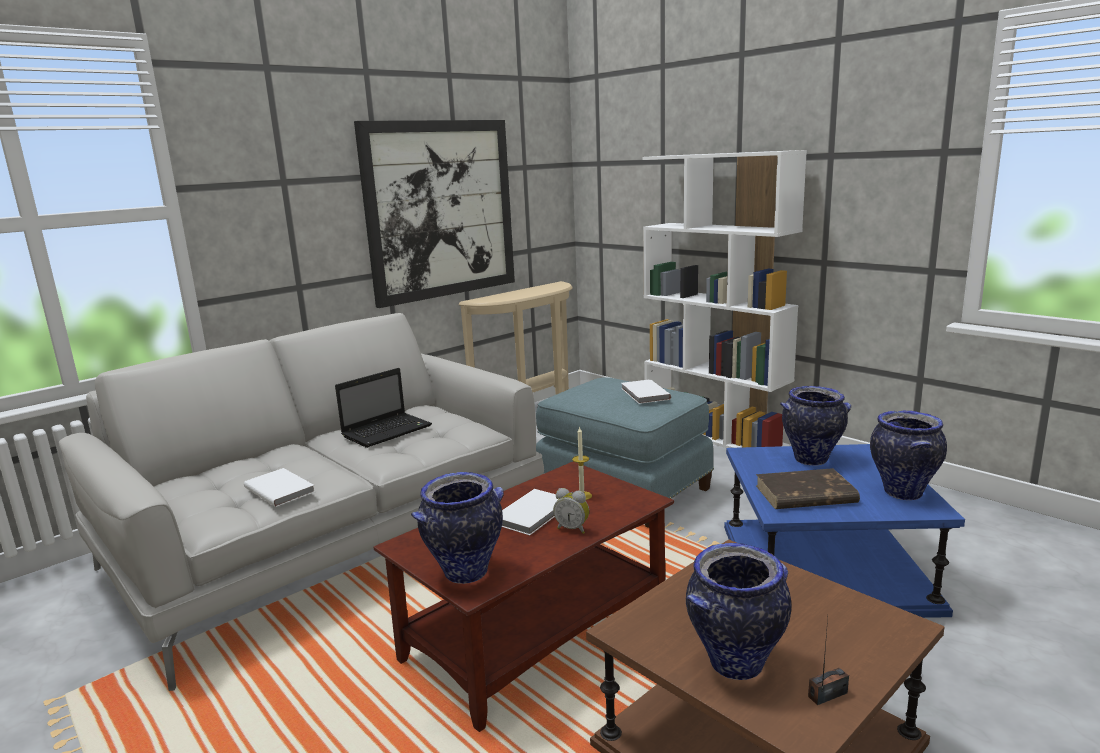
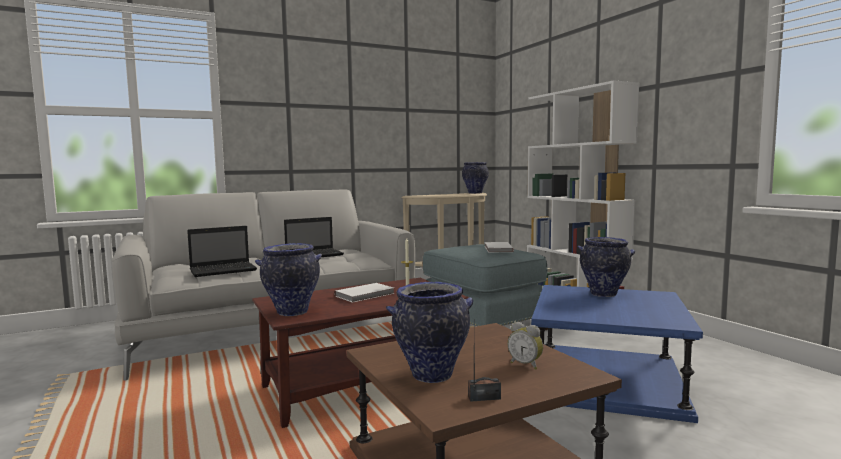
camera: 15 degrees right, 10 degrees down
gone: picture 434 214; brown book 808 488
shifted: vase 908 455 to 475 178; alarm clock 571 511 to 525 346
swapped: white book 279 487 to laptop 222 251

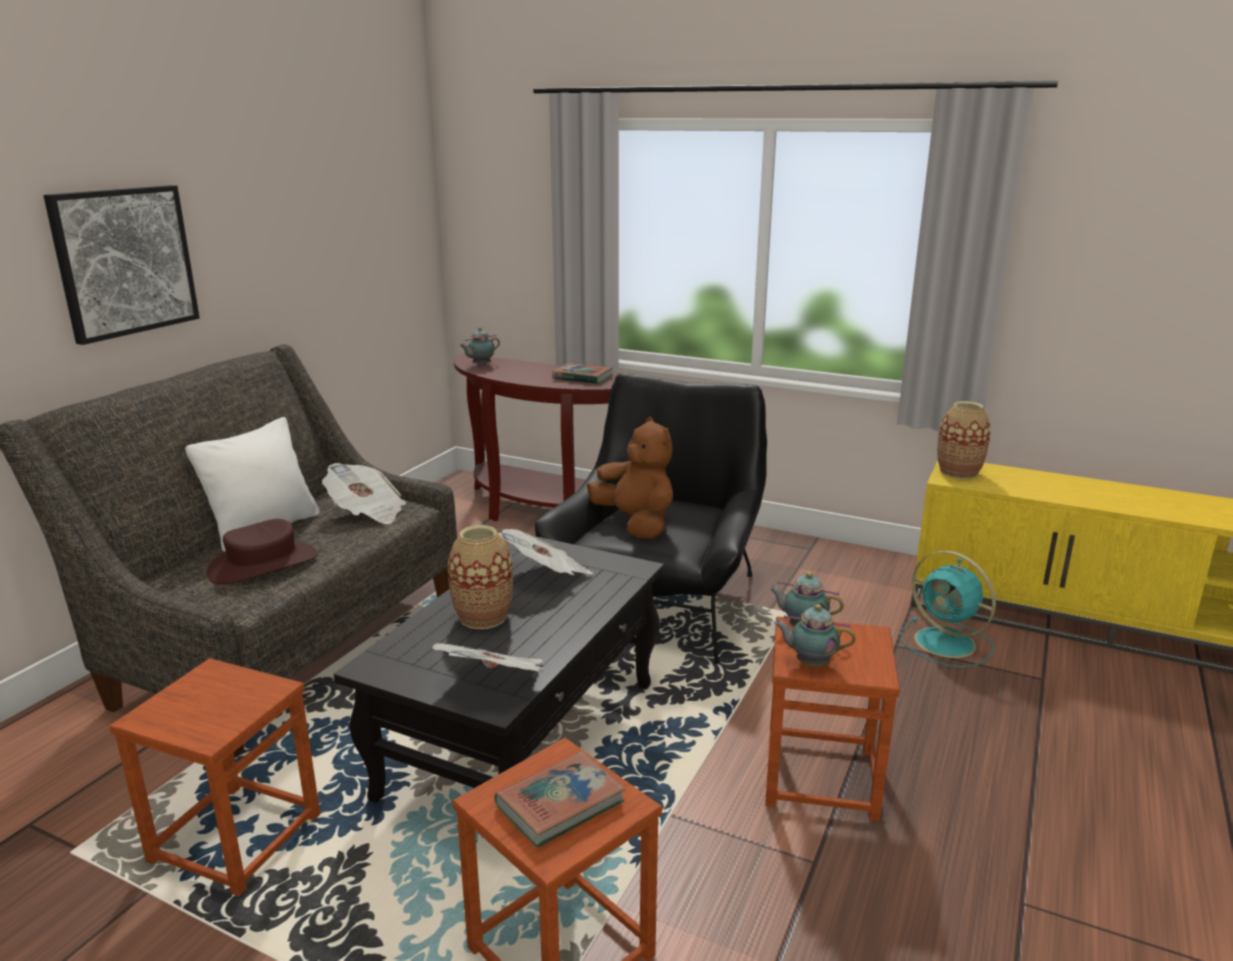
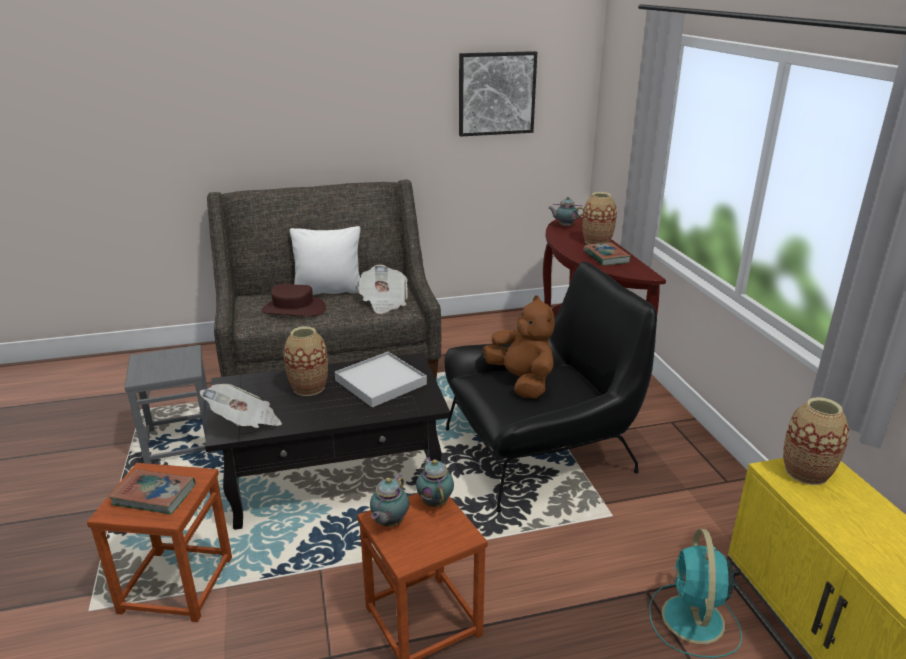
camera: 50 degrees right, 5 degrees up
new: vase 599 218
shifted: picture 121 265 to 498 94
swapped: newspaper 545 552 to white tray 381 380
repainted: brown stool 215 777 to grey stool 170 404
rotated: teapot 815 635 = 389 501 135 degrees counterclockwise; brown plush toy 630 478 = 519 347 45 degrees counterclockwise

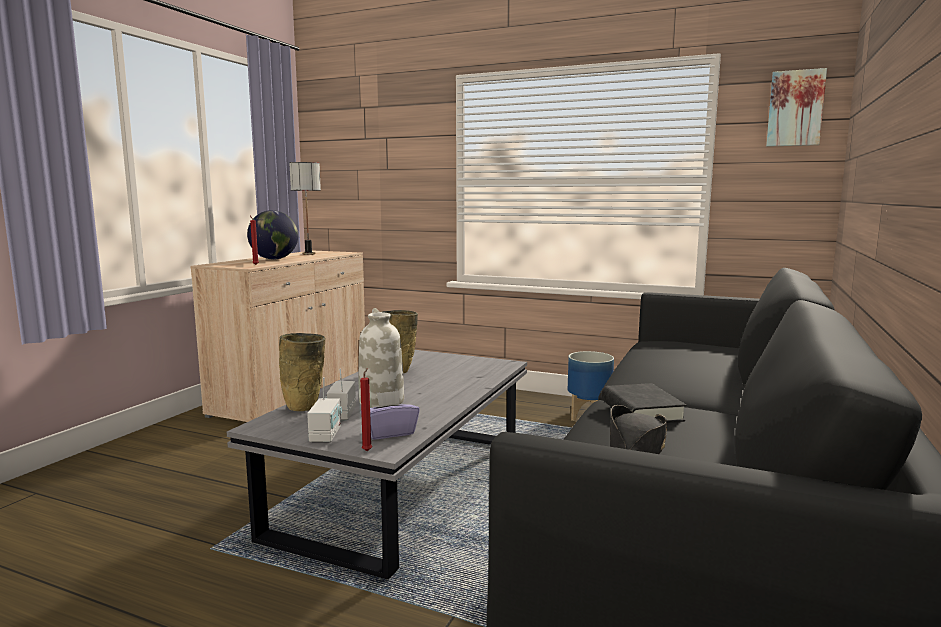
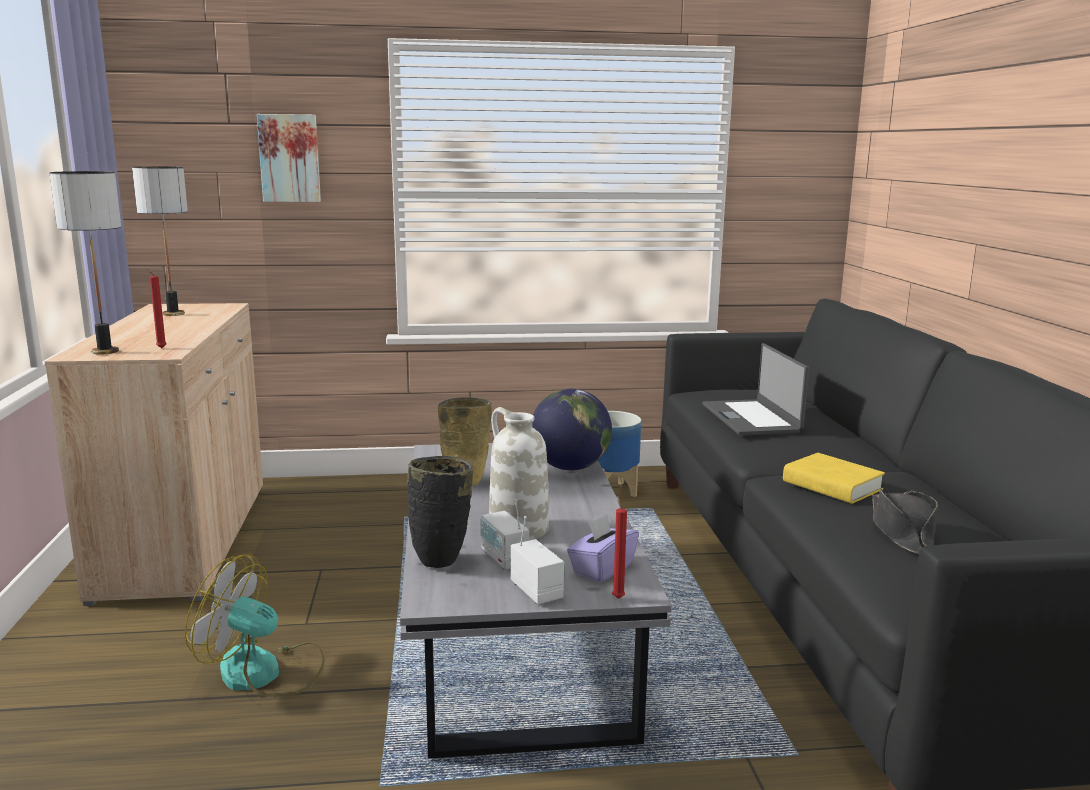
camera: 30 degrees left, 5 degrees up
new: table lamp 85 262; fan 255 625; laptop 756 389
shifted: picture 796 107 to 289 158; globe 272 234 to 572 429
repainted: beige vase 302 372 to black vase 441 512; black book 644 403 to yellow book 834 478

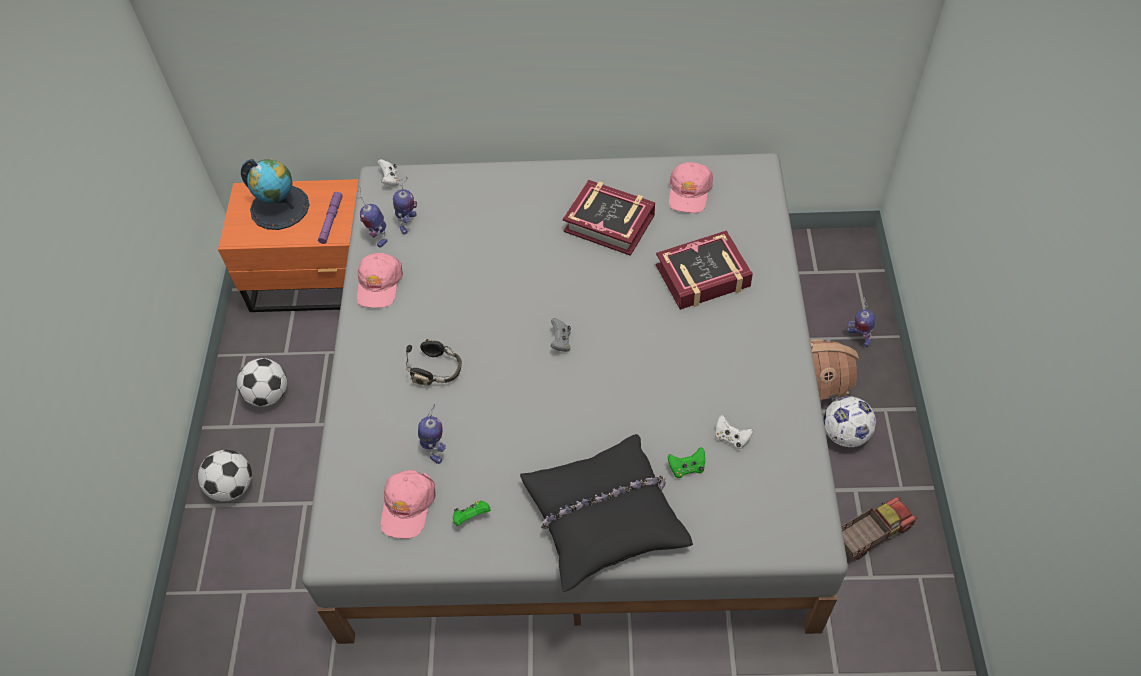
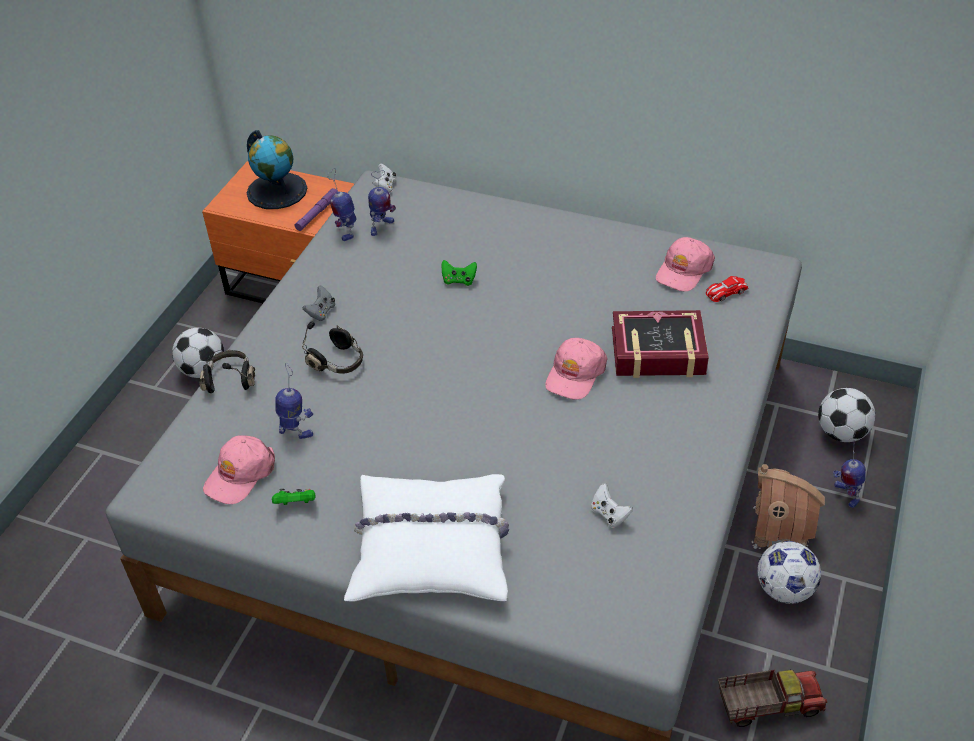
camera: 20 degrees right, 10 degrees down
gone: book 609 218
new: black headphones 227 371; toy car 727 289
shifted: grey game controller 560 335 to 319 303; green game controller 686 462 to 459 273; pink cap 380 280 to 576 369; football 225 475 to 847 415
repainted: black pillow 606 513 to white pillow 426 538
rotated: toy robot 432 434 = 294 401 75 degrees counterclockwise

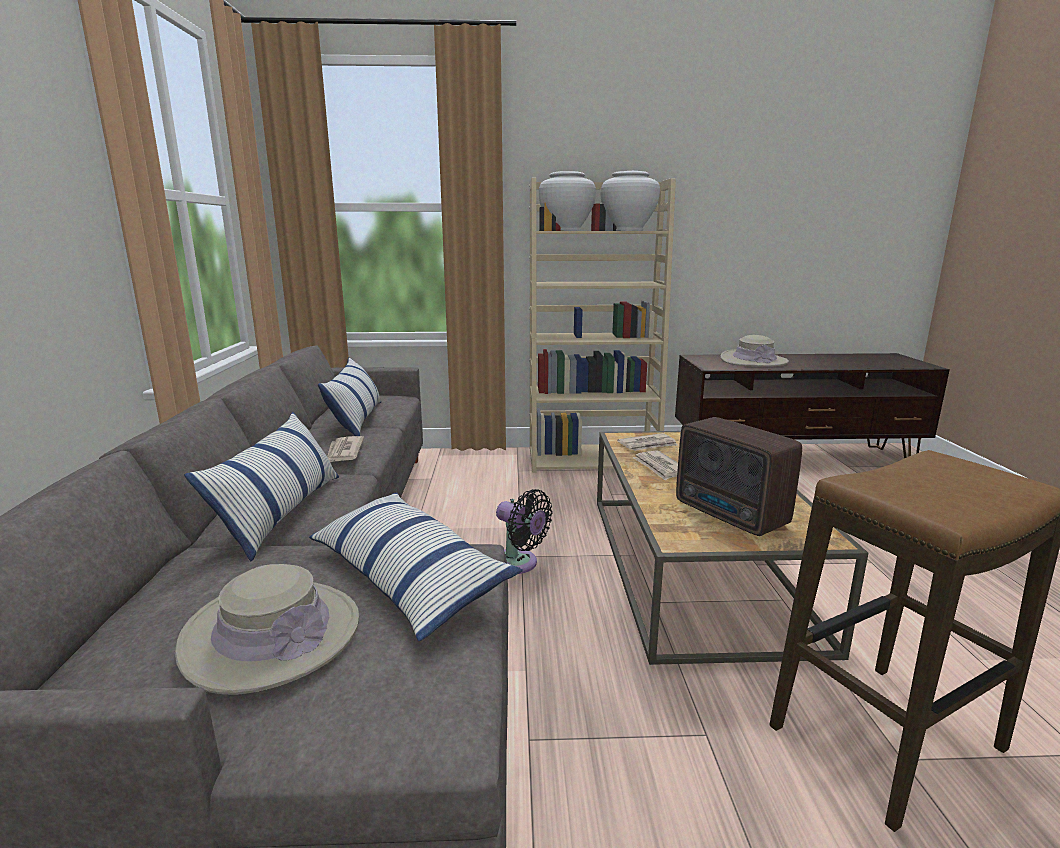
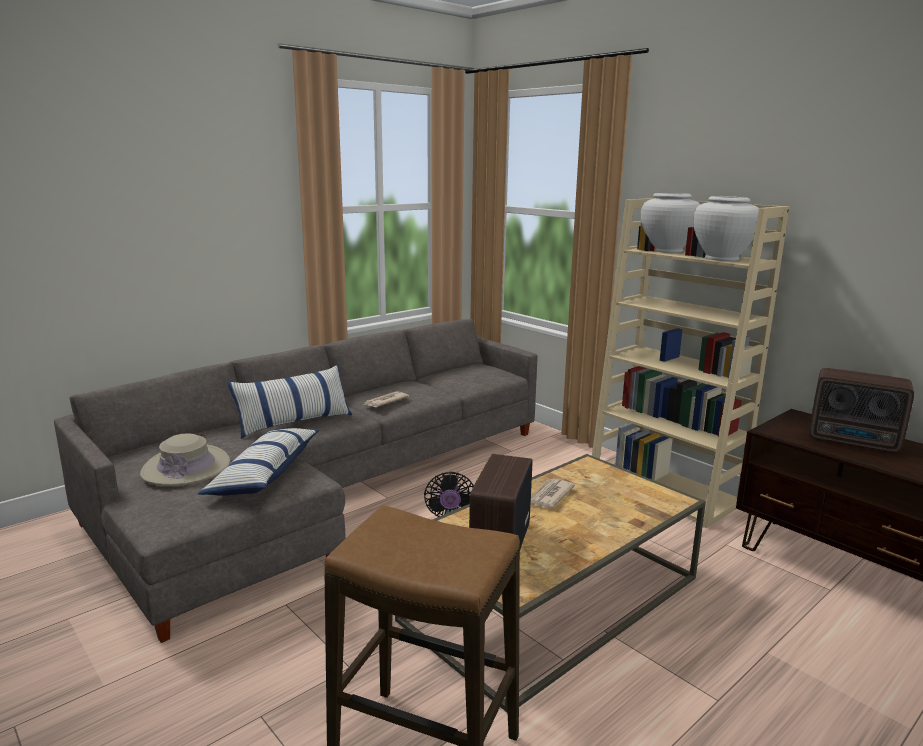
camera: 50 degrees right, 0 degrees up
gone: pillow 349 396; newspaper 647 442
swapped: beige hat 754 351 to radio 861 410

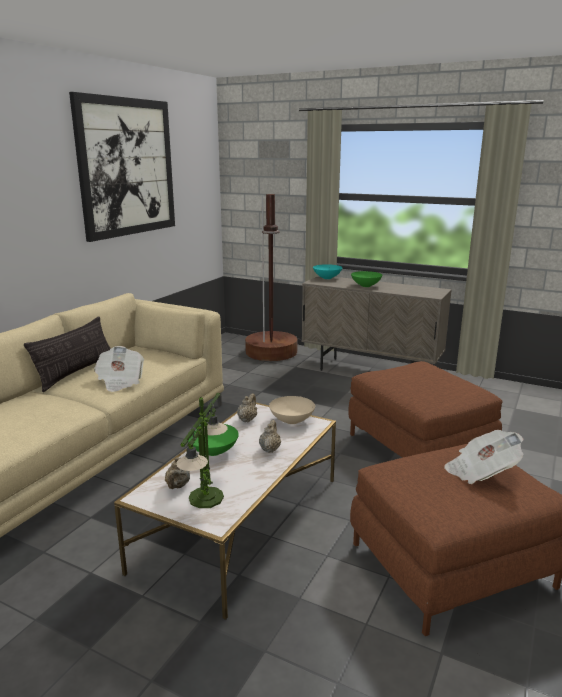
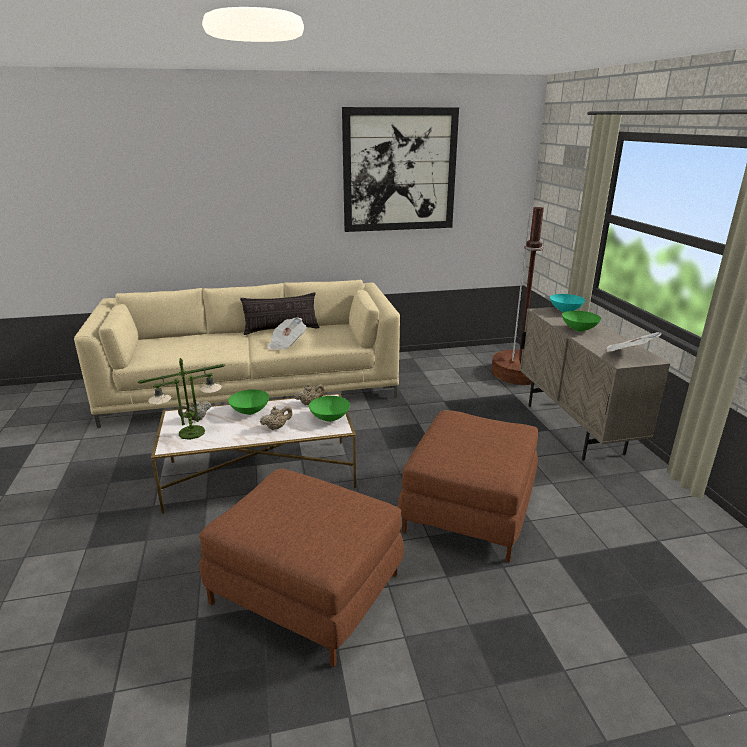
camera: 50 degrees right, 5 degrees up
shifted: newspaper 484 457 to 633 342
repainted: beige bowl 292 410 to green bowl 329 409

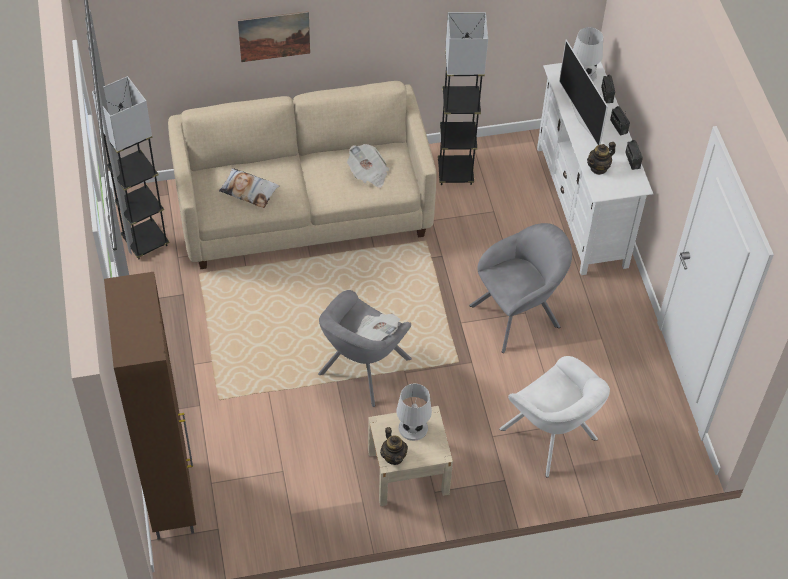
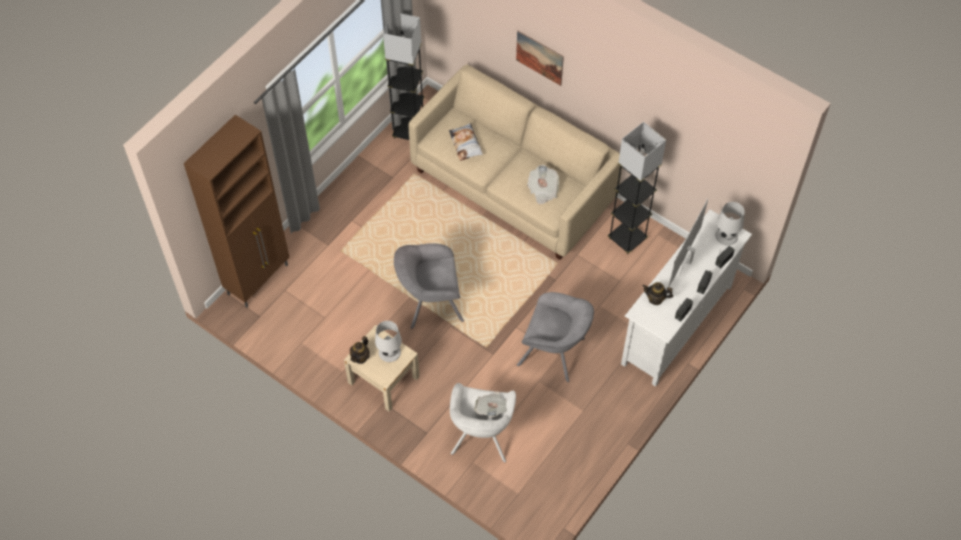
camera: 50 degrees right, 5 degrees up
shifted: newspaper 377 327 to 490 404

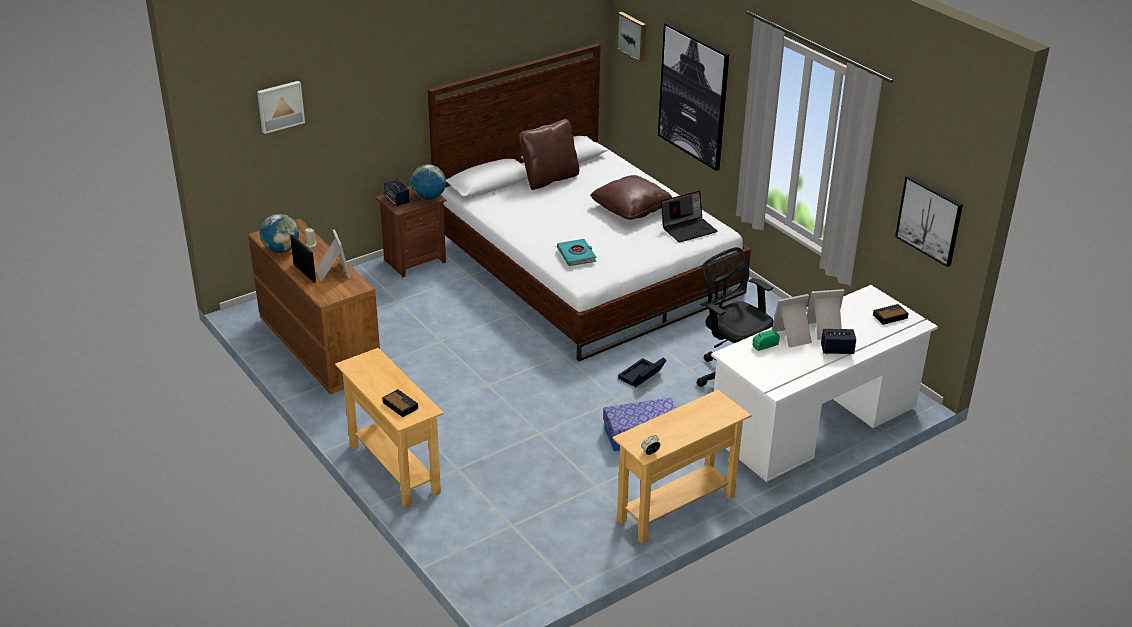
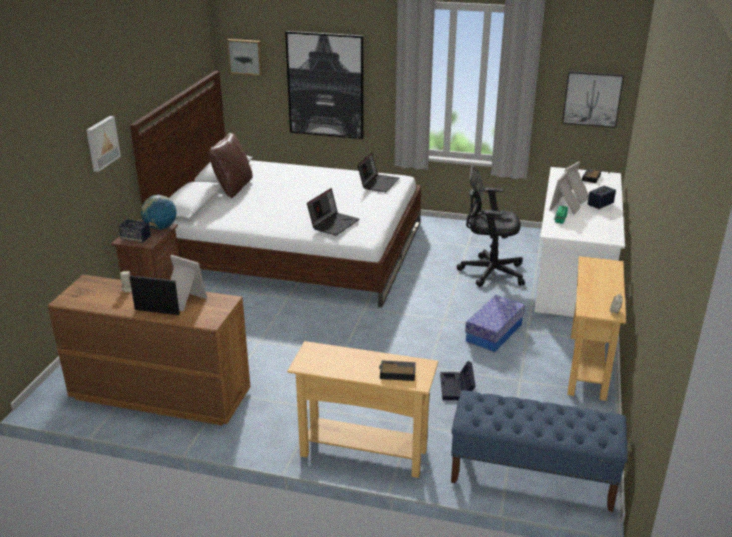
camera: 40 degrees left, 5 degrees down
gone: globe 279 233; brown pillow 631 197
new: blue bench 539 451
shifted: picture 281 107 to 103 144; black storage box 642 372 to 458 380
swapped: turquoise book 576 252 to laptop 333 212

